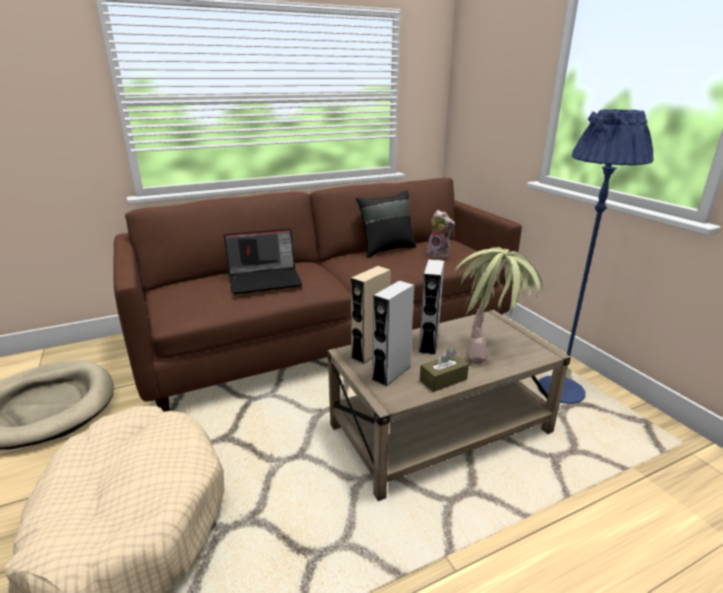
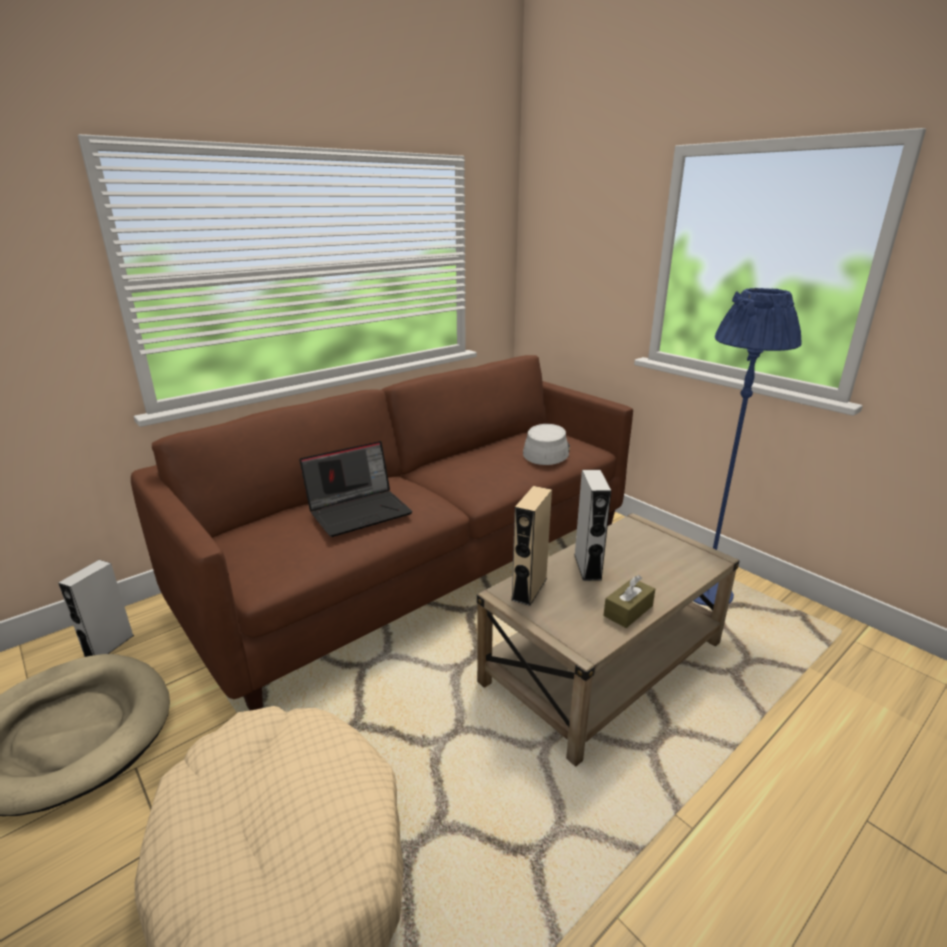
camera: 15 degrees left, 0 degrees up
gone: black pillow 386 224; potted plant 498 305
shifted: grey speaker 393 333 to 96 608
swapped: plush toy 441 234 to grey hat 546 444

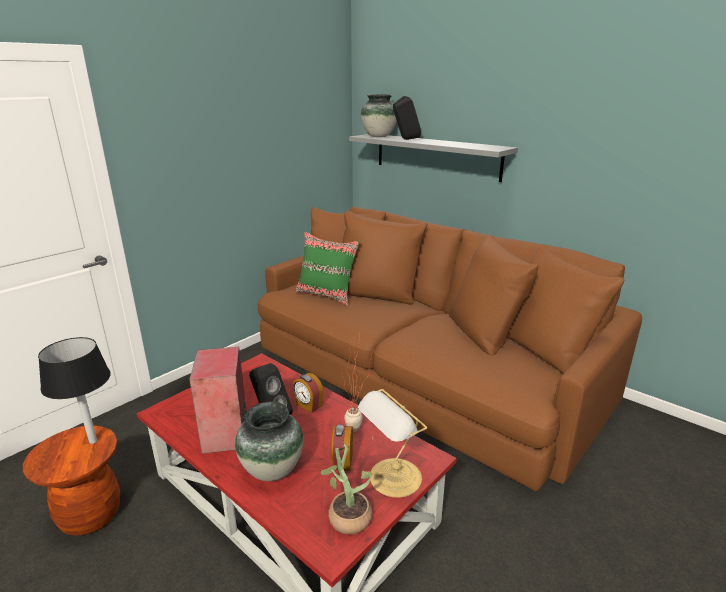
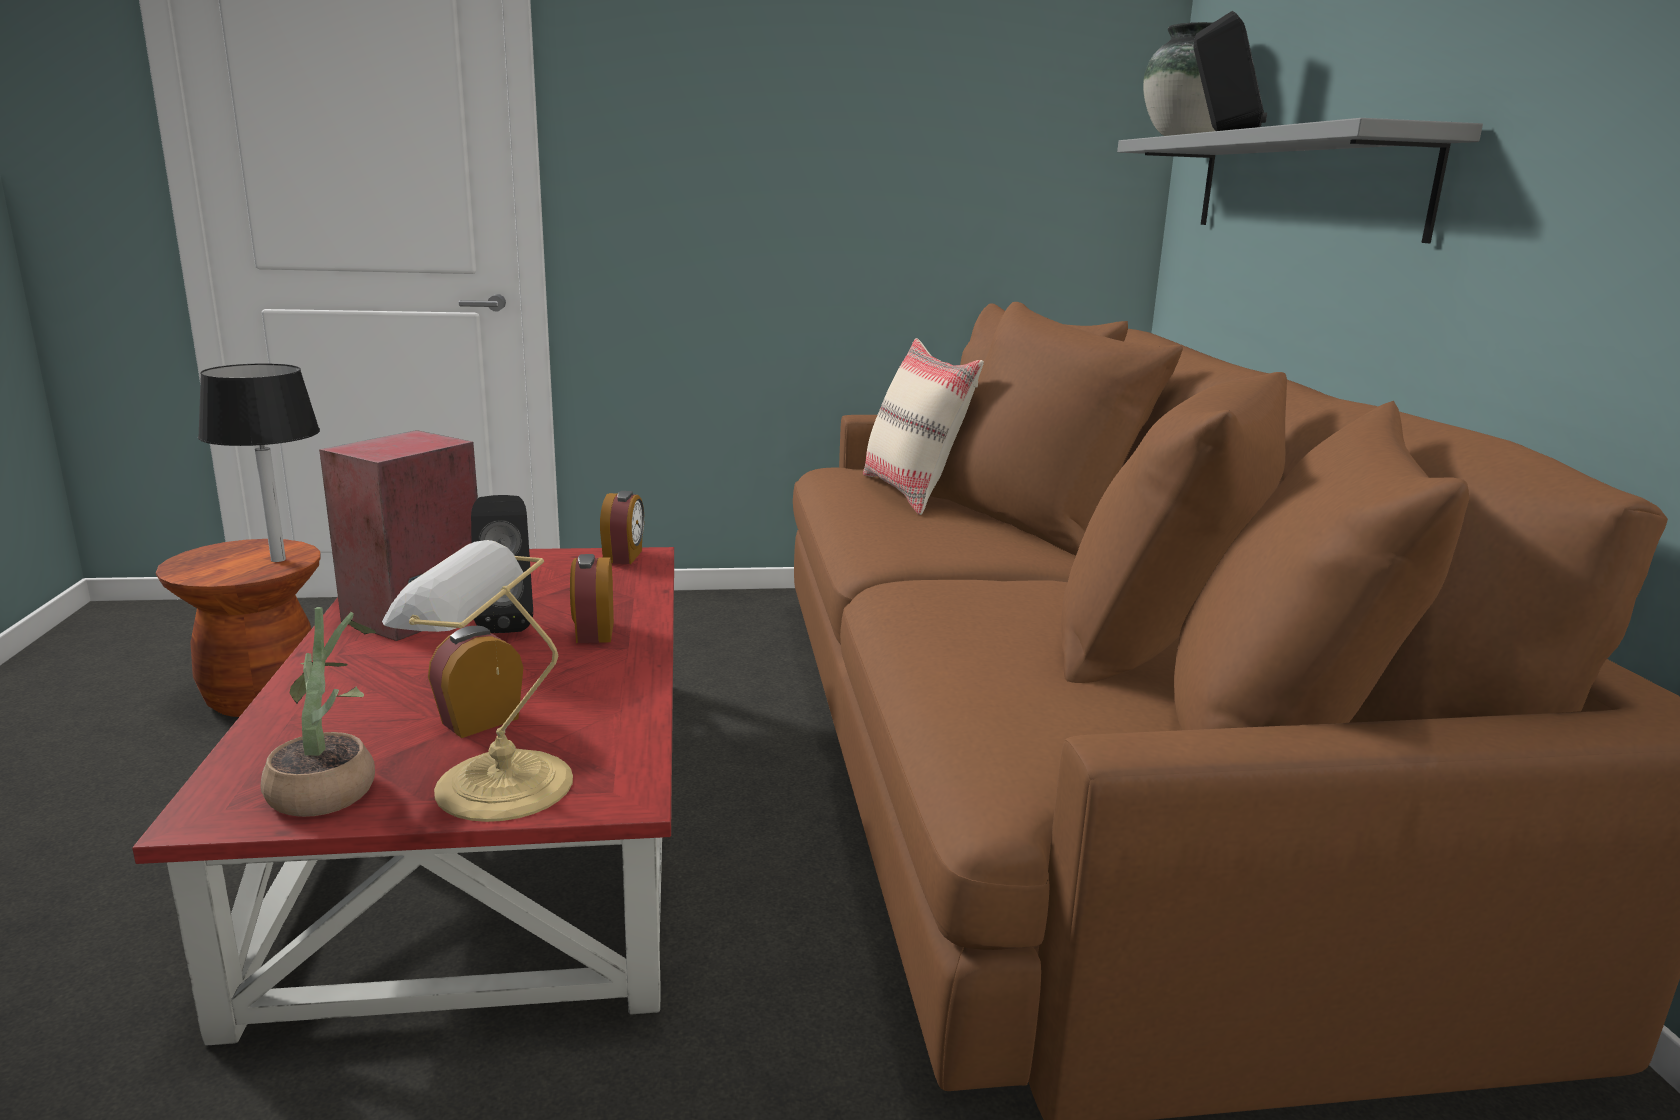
camera: 40 degrees right, 5 degrees down
gone: vase 269 441; potted plant 358 383
new: alarm clock 622 527
repainted: green pillow 327 269 to beige pillow 923 426

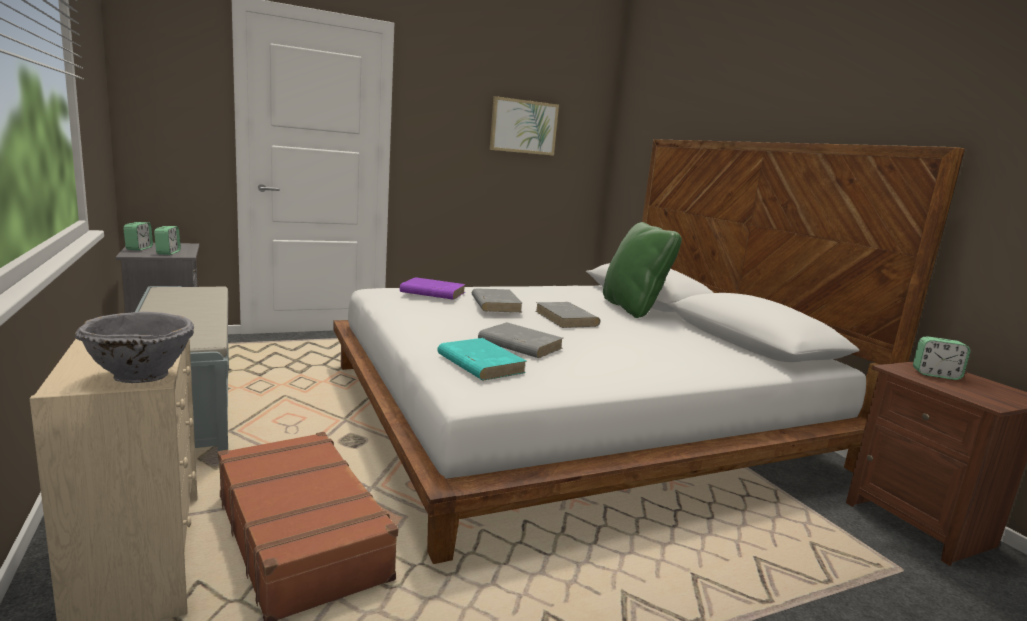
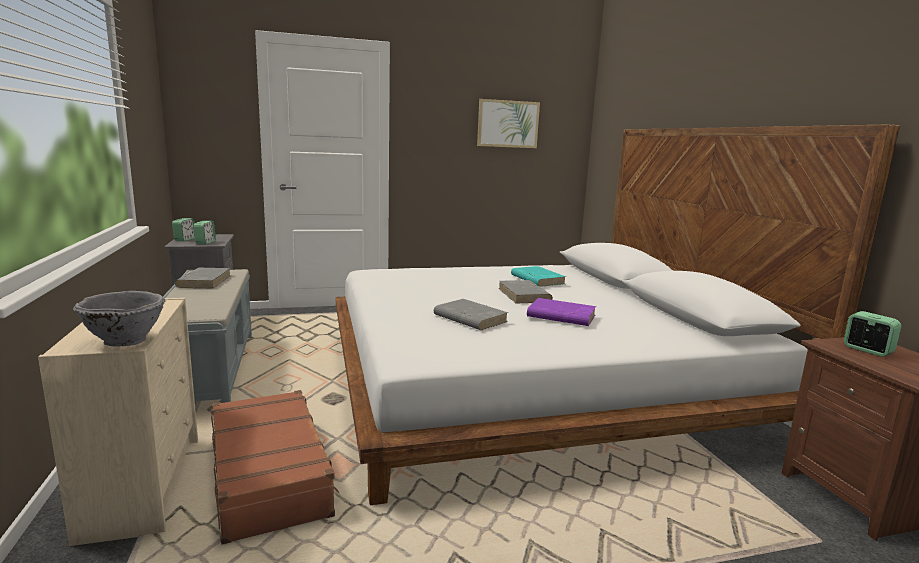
camera: 10 degrees right, 0 degrees up
gone: green pillow 642 270
shifted: grey book 497 300 to 202 278; turquoise book 481 359 to 538 276; purple book 433 288 to 561 312
rotated: alarm clock 941 358 = 872 334 150 degrees counterclockwise

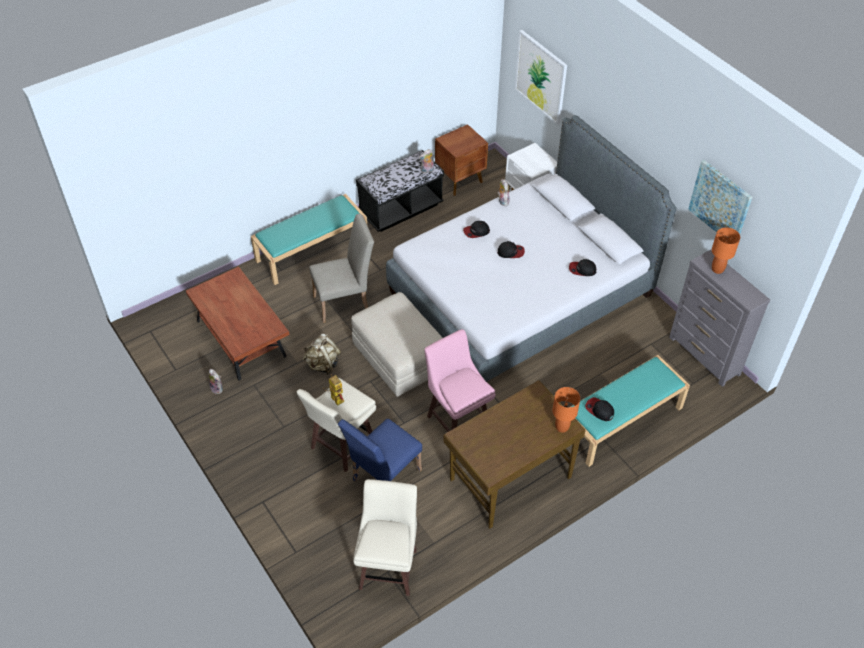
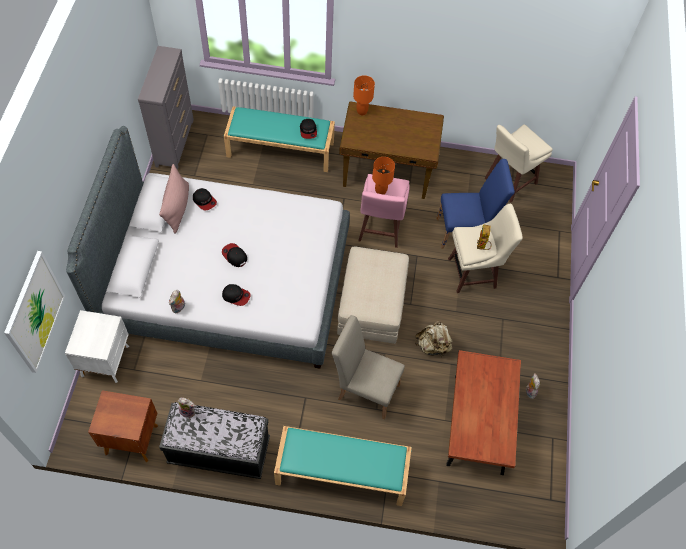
camera: 140 degrees left, 10 degrees up
gone: picture 720 197
new: pink pillow 174 198
shifted: orange table lamp 726 250 to 383 176

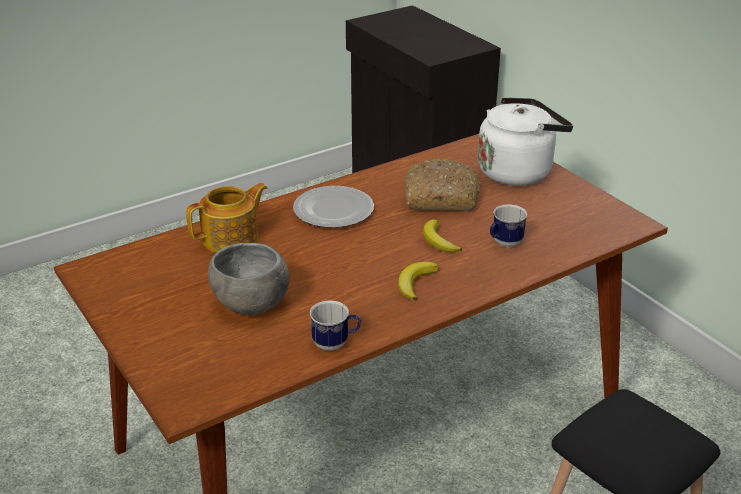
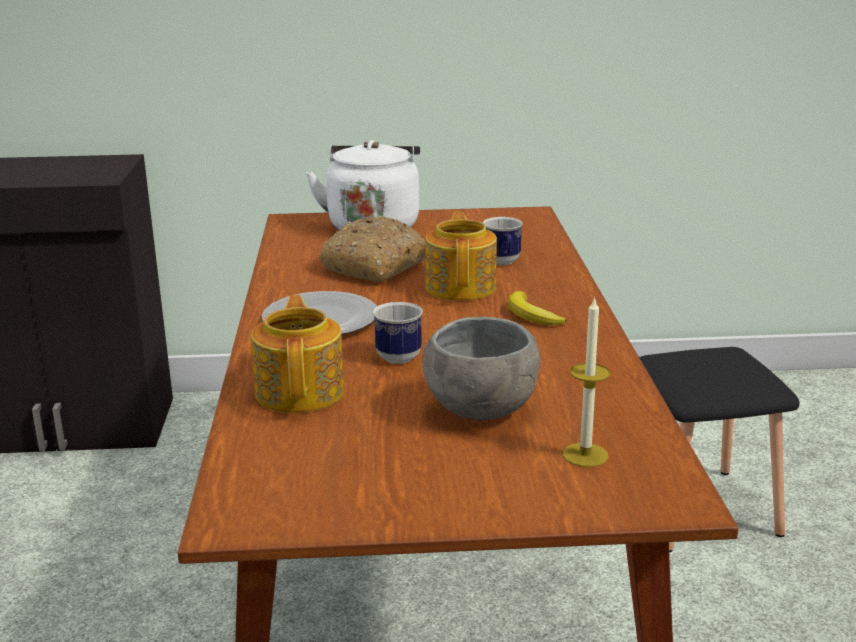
camera: 60 degrees left, 10 degrees down
new: candle 587 381
shifted: mug 335 326 to 398 333
swapped: banana 442 236 to teapot 461 256

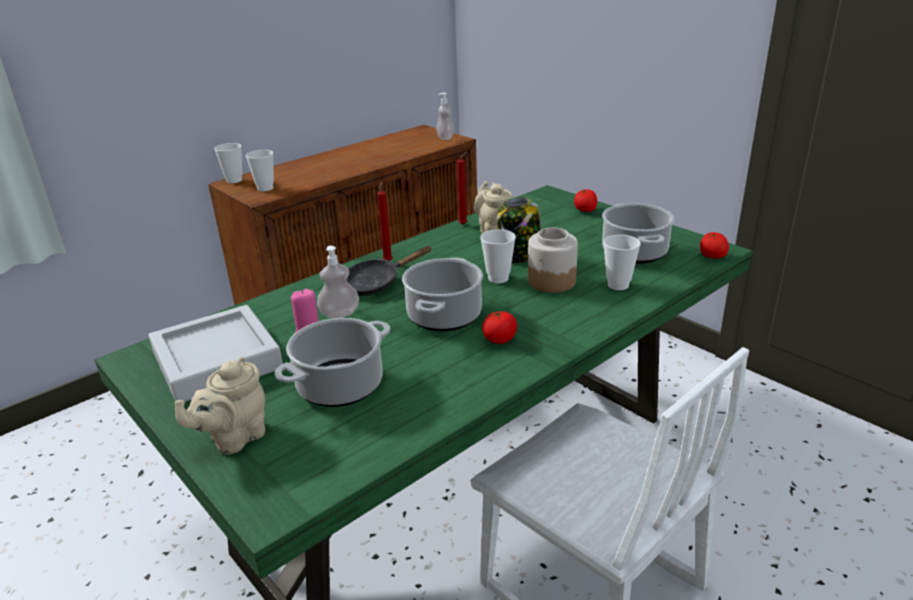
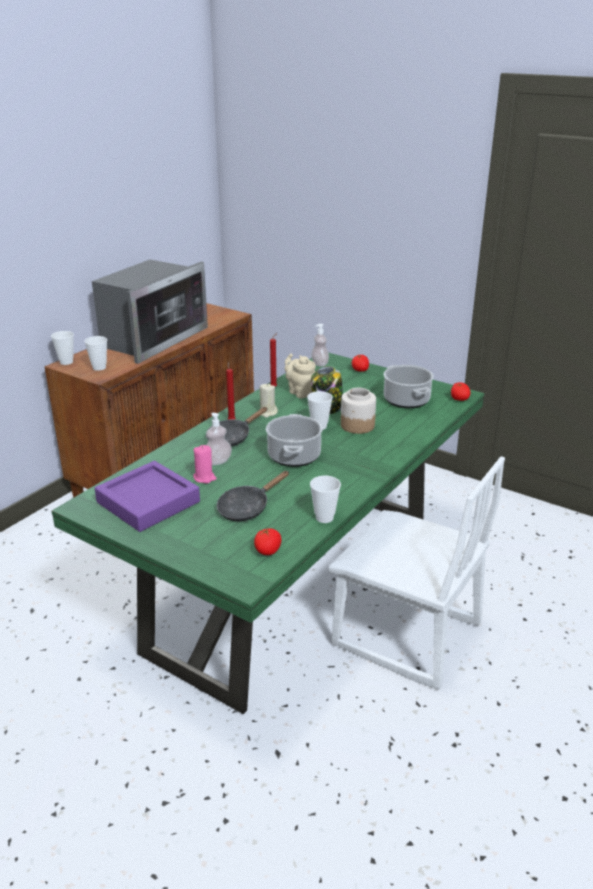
camera: 15 degrees left, 0 degrees up
gone: beige teapot 220 405
new: microwave 150 312; beige candle 268 401
shifted: tomato 499 327 to 267 541; cup 622 262 to 325 499; soap dispenser 445 116 to 320 345
swapped: cooking pot 332 362 to black frying pan 253 496
repainted: grey tray 216 353 to purple tray 147 496

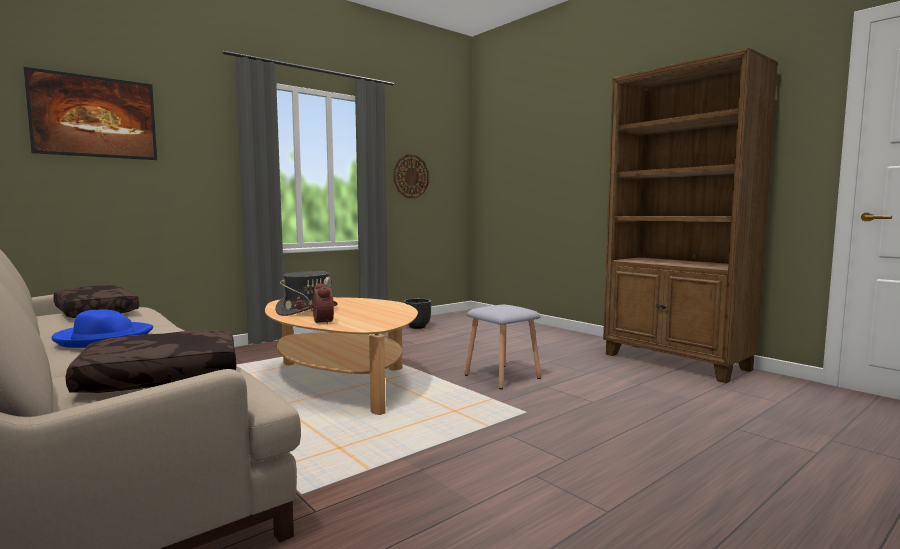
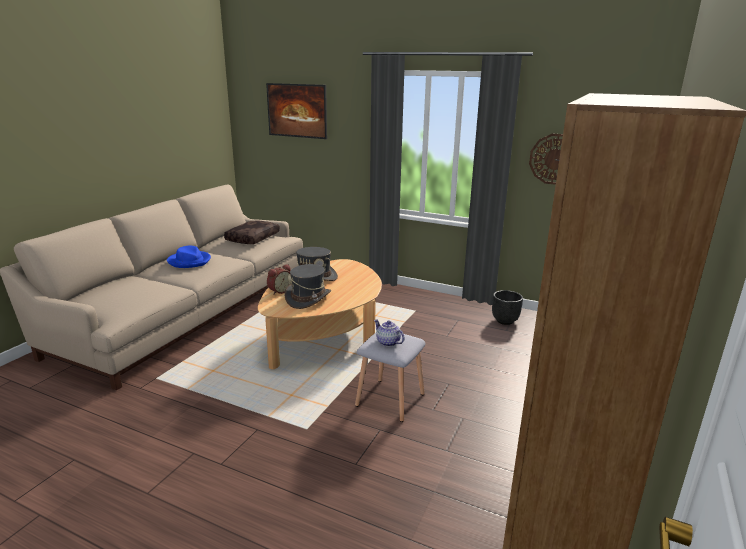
camera: 65 degrees right, 15 degrees up
gone: brown pillow 151 361
new: grey hat 308 286; teapot 389 333

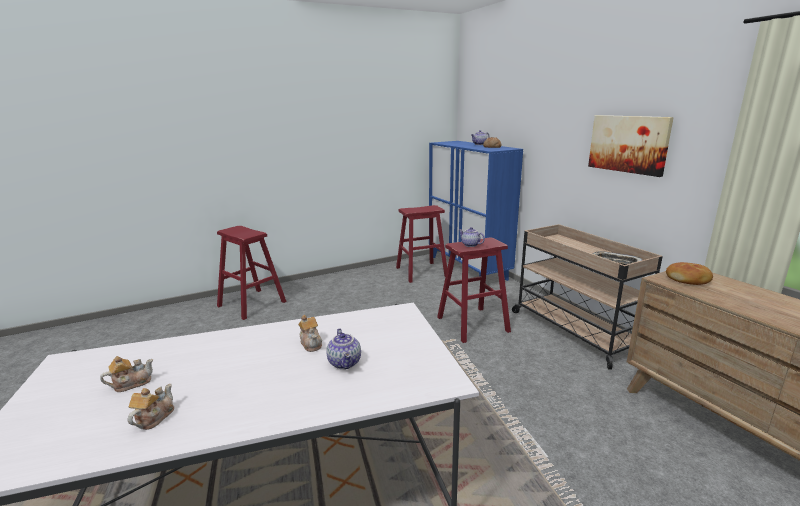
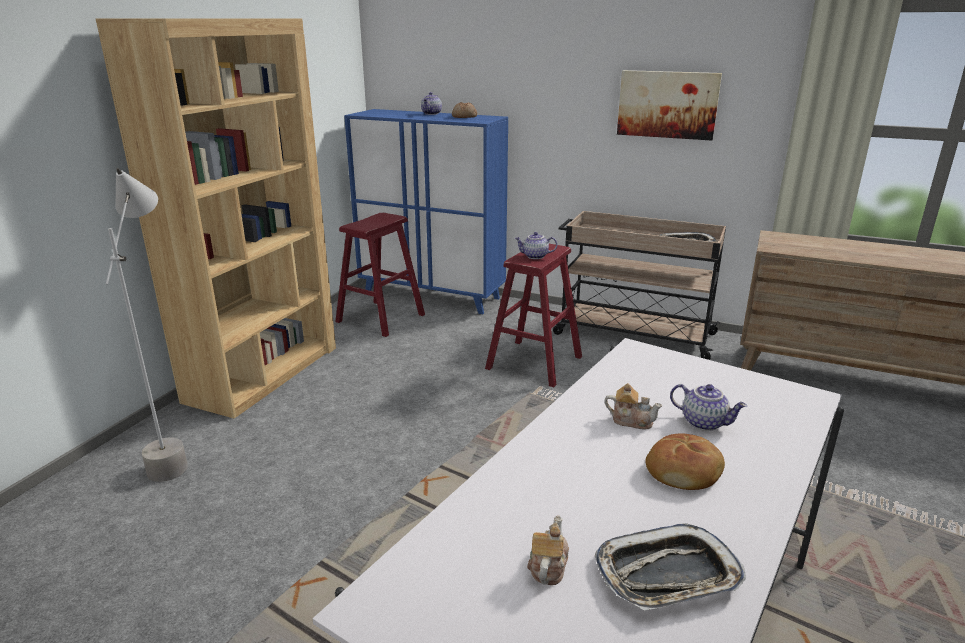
camera: 40 degrees left, 5 degrees up
new: brown bookcase 216 218
shifted: bread 689 273 to 685 462
swapped: red stool 252 273 to grey floor lamp 147 325; teapot 150 407 to tray 670 566

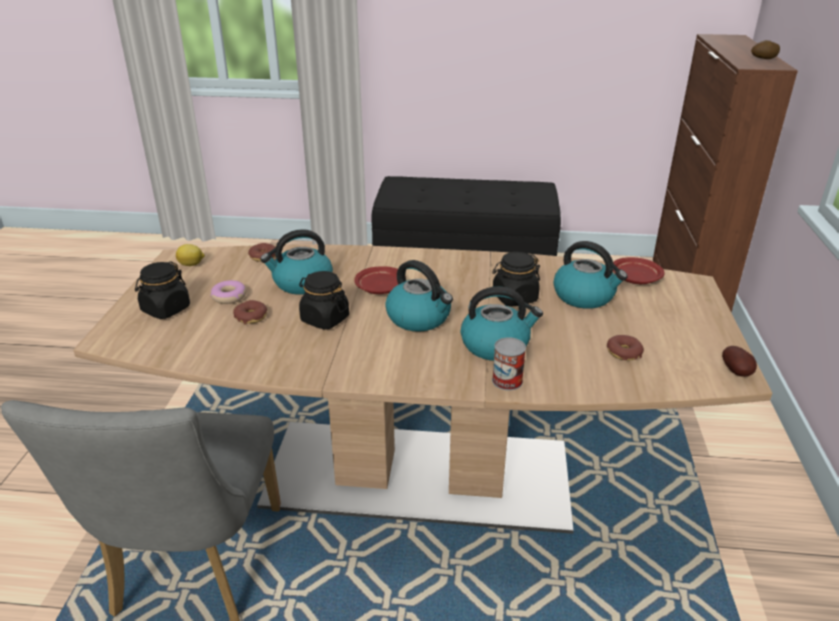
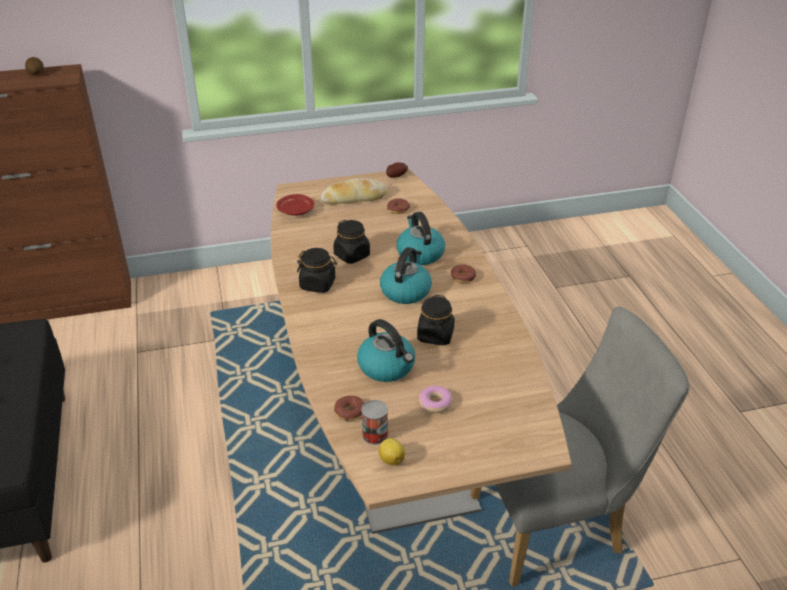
camera: 110 degrees left, 5 degrees up
gone: red plate 380 280; kettle 590 275
new: bread 354 191
shifted: black jar 162 290 to 317 270; can 509 363 to 374 422; donut 250 312 to 463 273

